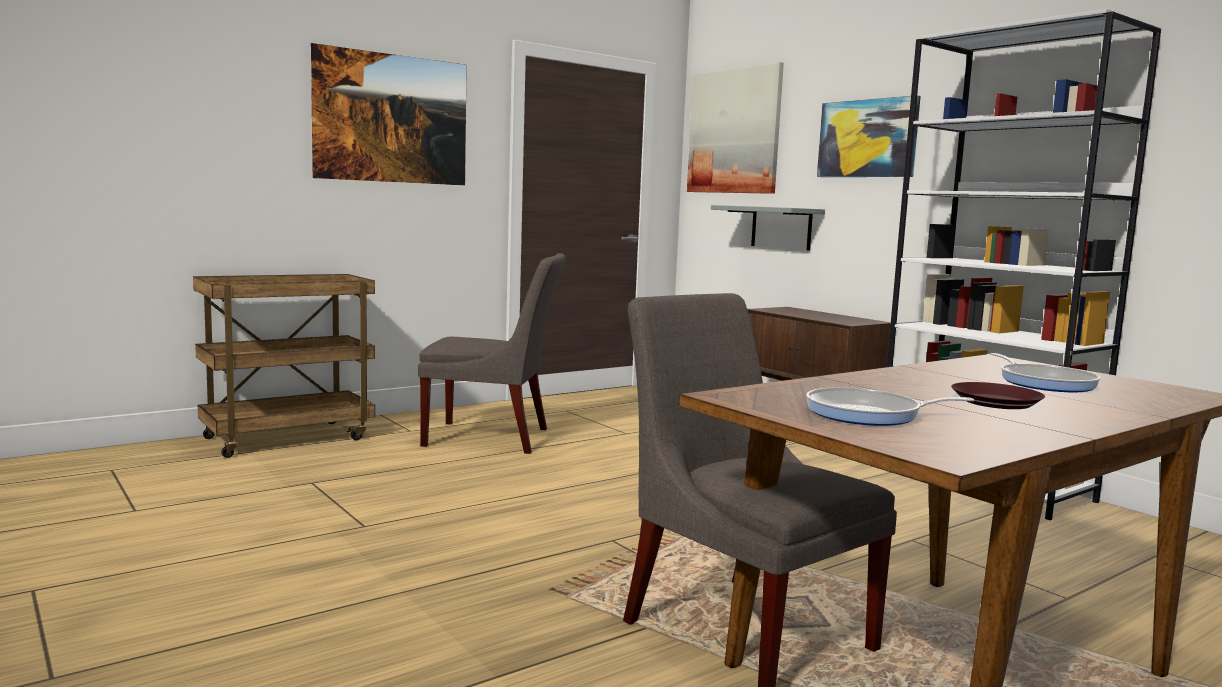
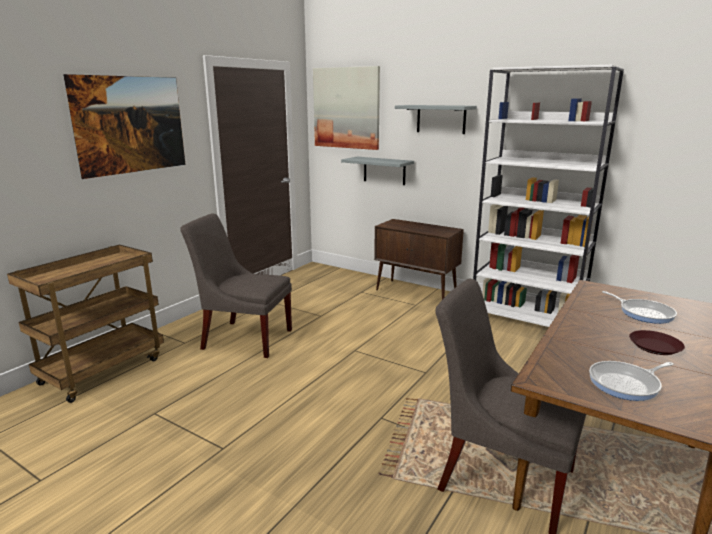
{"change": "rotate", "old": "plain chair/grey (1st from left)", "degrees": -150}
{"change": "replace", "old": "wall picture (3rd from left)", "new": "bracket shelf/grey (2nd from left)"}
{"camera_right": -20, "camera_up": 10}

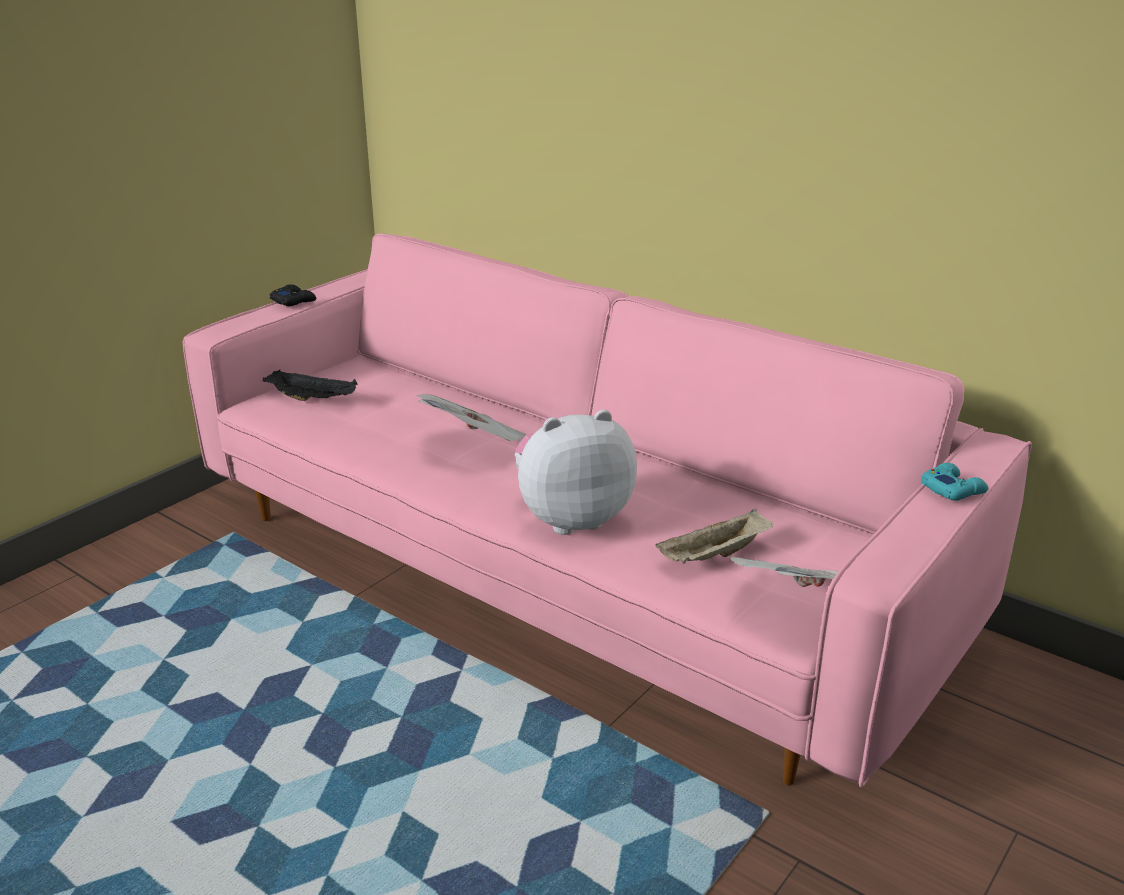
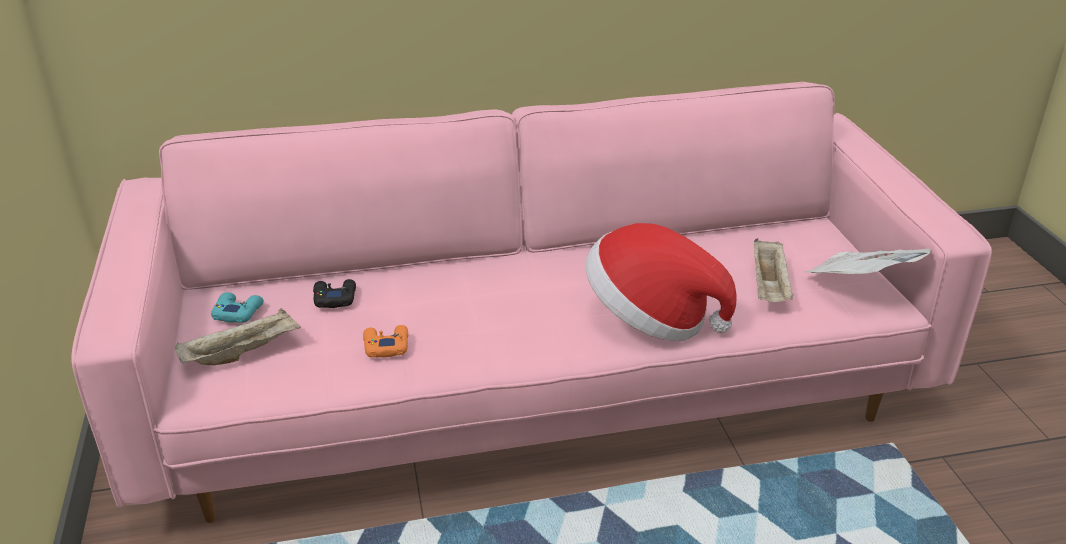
{"change": "recolor", "old": "carrying tray/blackish", "new": "carrying tray/sand-coloured (1st from left)"}
{"change": "move", "old": "joypad/blue-green"}
{"change": "move", "old": "joypad/blackish"}
{"change": "insert", "new": "joypad/orangey"}
{"change": "replace", "old": "cuddly toy", "new": "wearable hat"}
{"change": "delete", "old": "printed paper (1st from left)"}
{"camera_right": -50, "camera_up": 5}

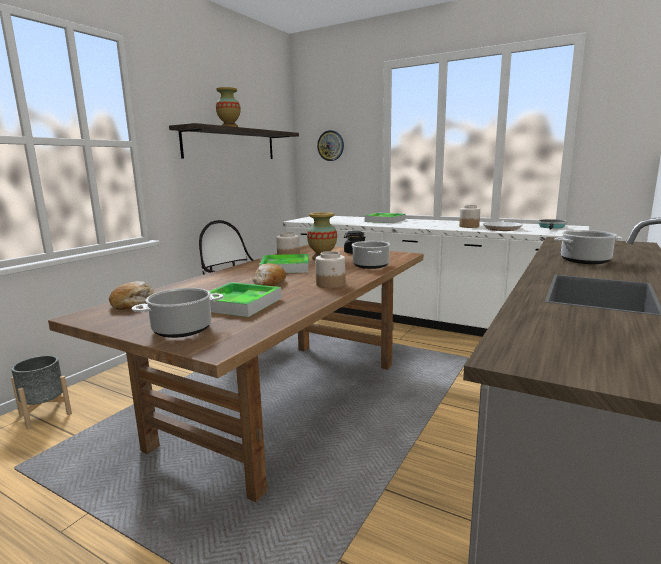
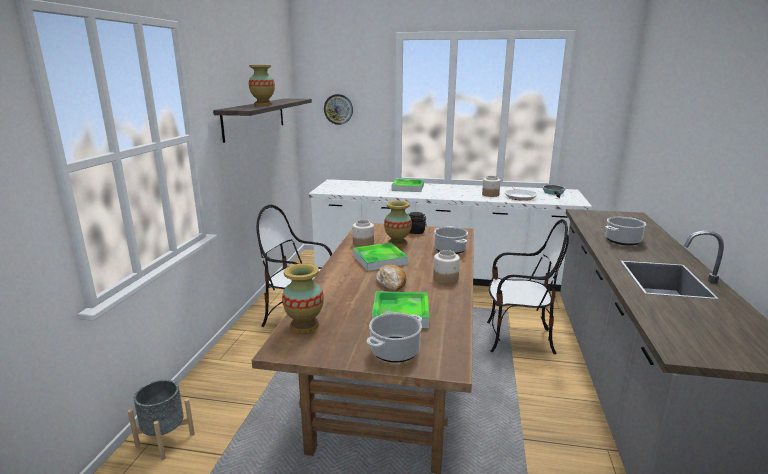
{"change": "replace", "old": "bakery bread (1st from left)", "new": "decorative vase (2nd from left)"}
{"change": "insert", "new": "plain chair (2nd from left)"}
{"camera_right": -20, "camera_up": 5}

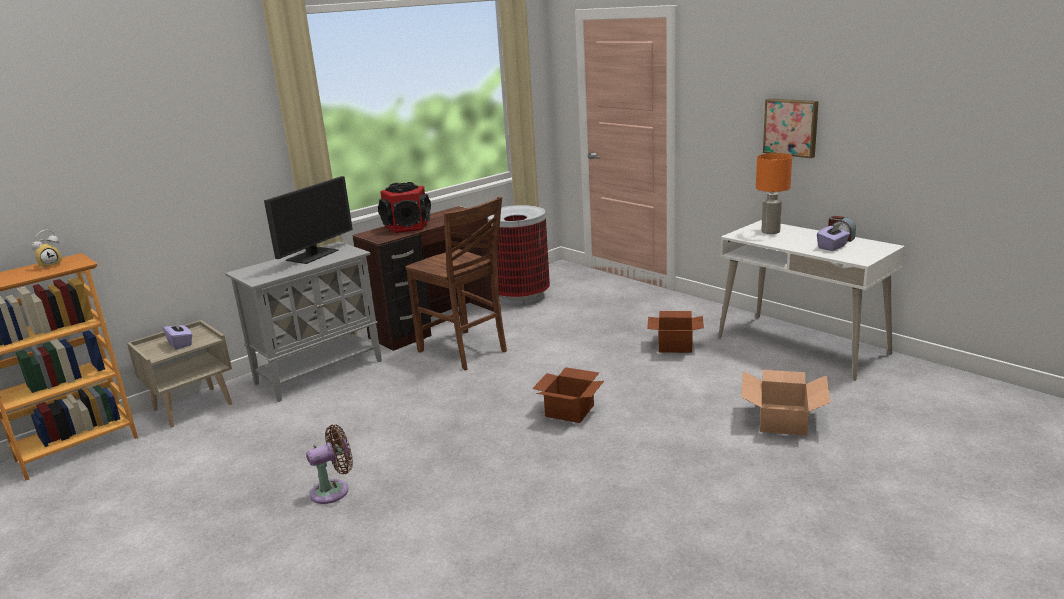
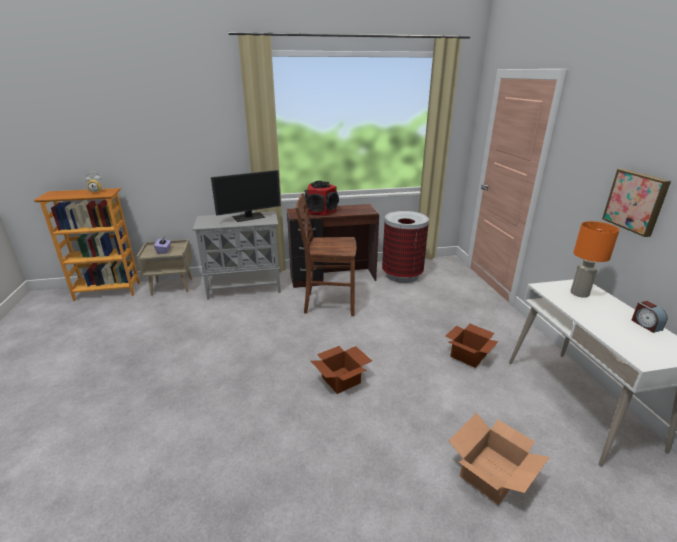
{"change": "rotate", "old": "plain chair/brown-coloured", "degrees": 105}
{"change": "delete", "old": "fan/brown-coloured"}
{"change": "delete", "old": "tissue holder/purple-coloured (2nd from left)"}
{"camera_right": 30, "camera_up": 5}

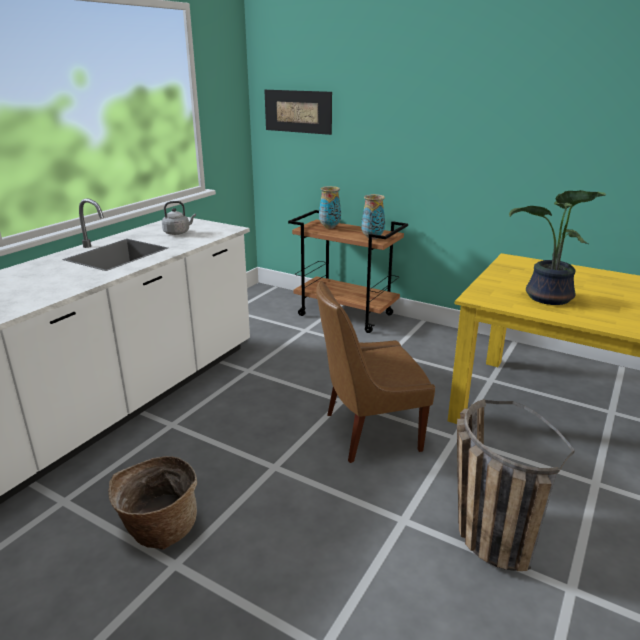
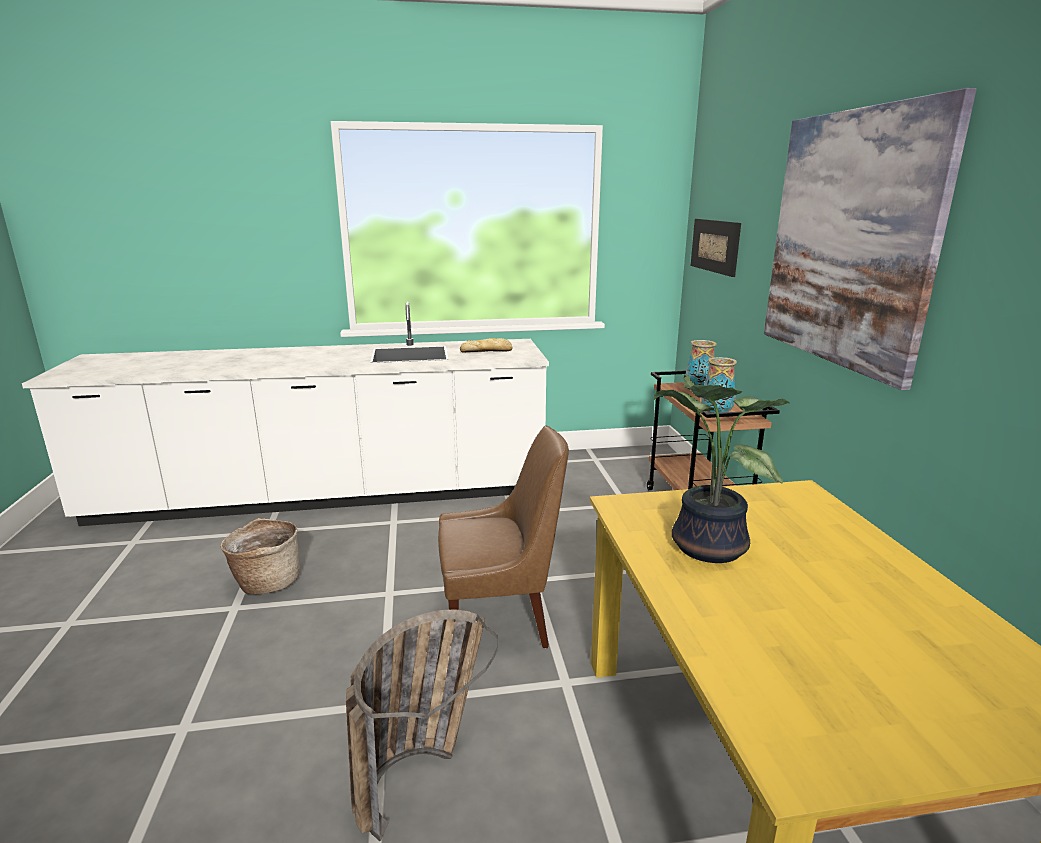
{"change": "rotate", "old": "plain chair/brown-coloured", "degrees": 135}
{"change": "replace", "old": "water kettle/grey", "new": "bakery bread"}
{"change": "insert", "new": "wall picture (2nd from left)"}
{"camera_right": 50, "camera_up": -5}

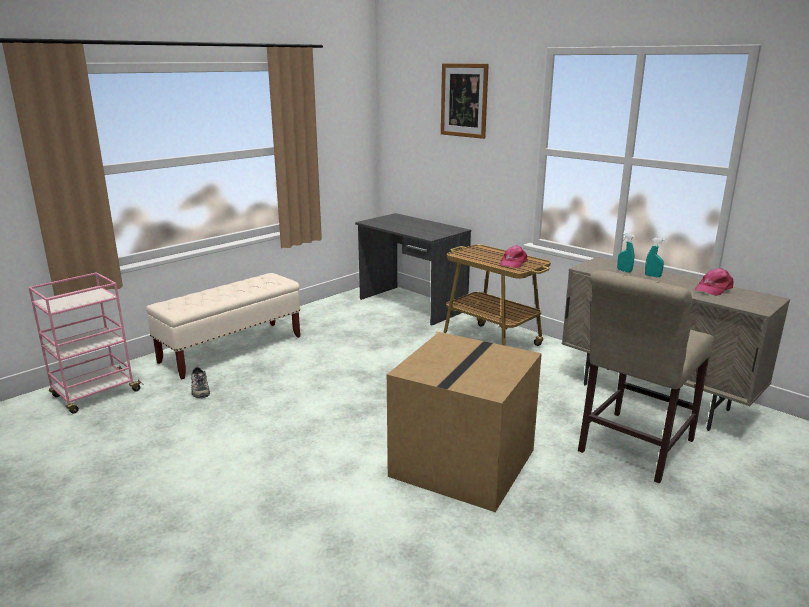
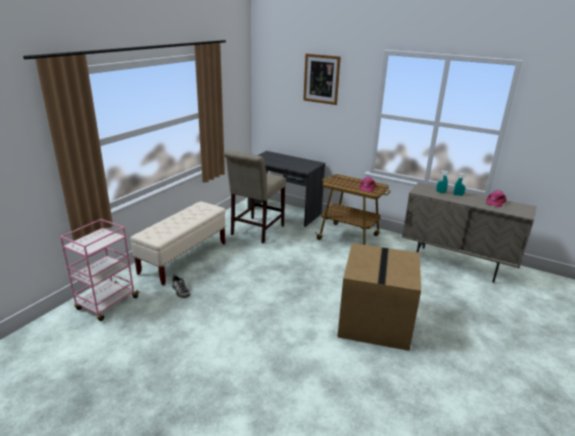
{"change": "move", "old": "plain chair/sand-coloured"}
{"camera_right": -15, "camera_up": 5}

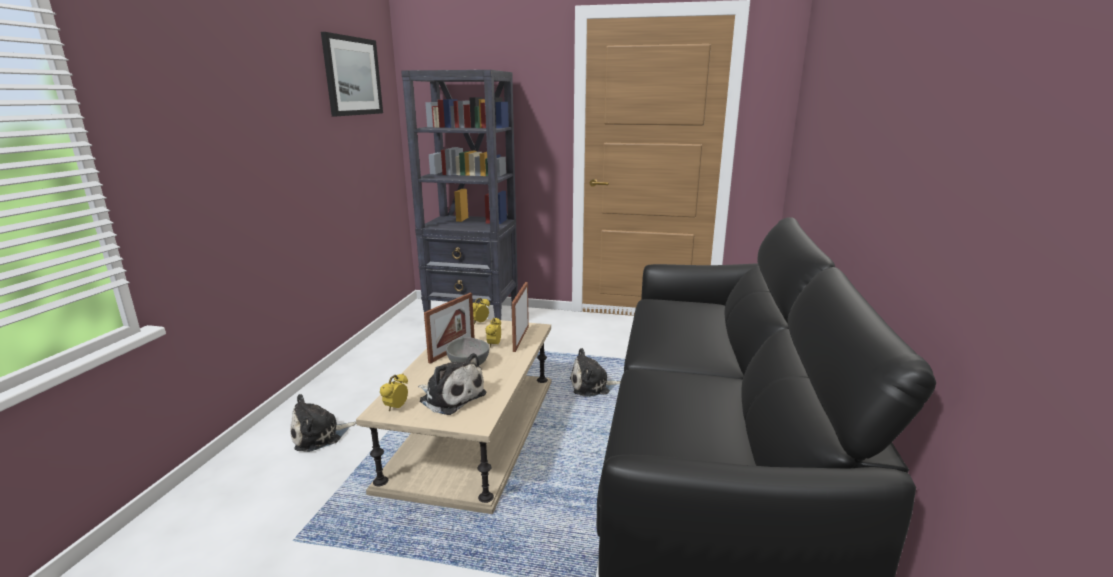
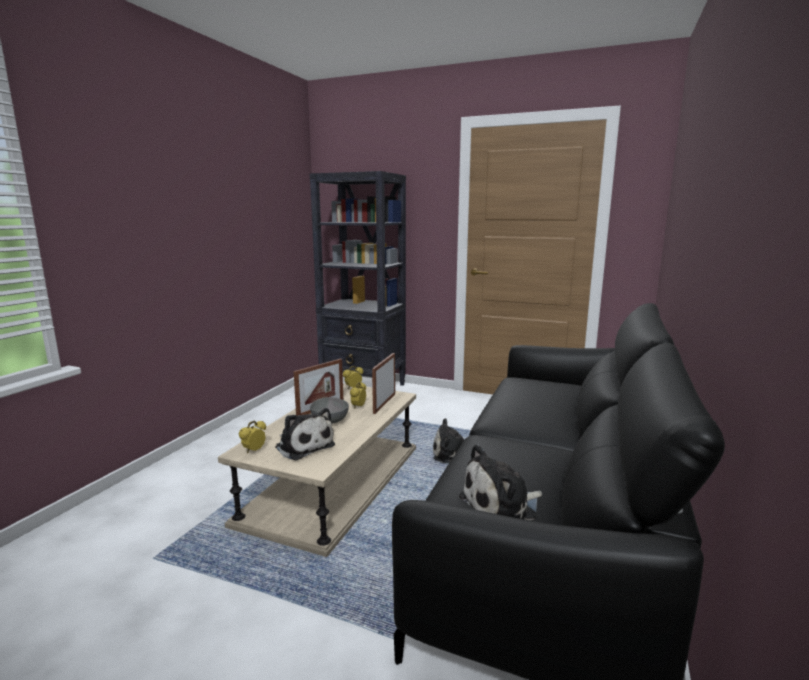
{"change": "move", "old": "cuddly toy (1st from left in the first image)", "new": "cuddly toy (3rd from left)"}
{"change": "delete", "old": "wall picture"}
{"camera_right": 10, "camera_up": -5}

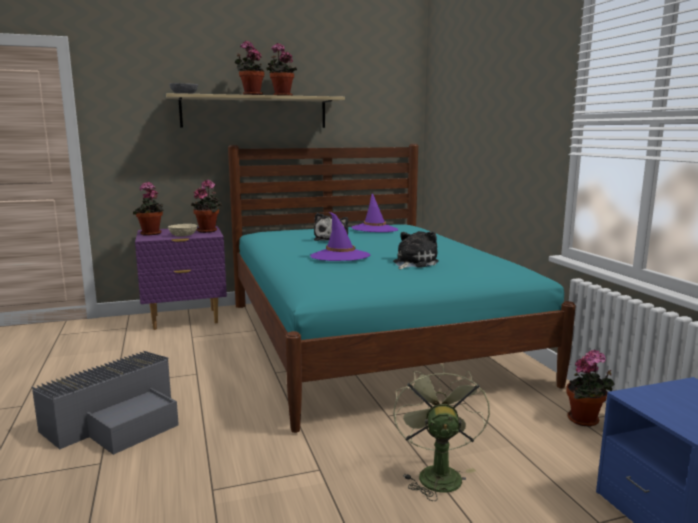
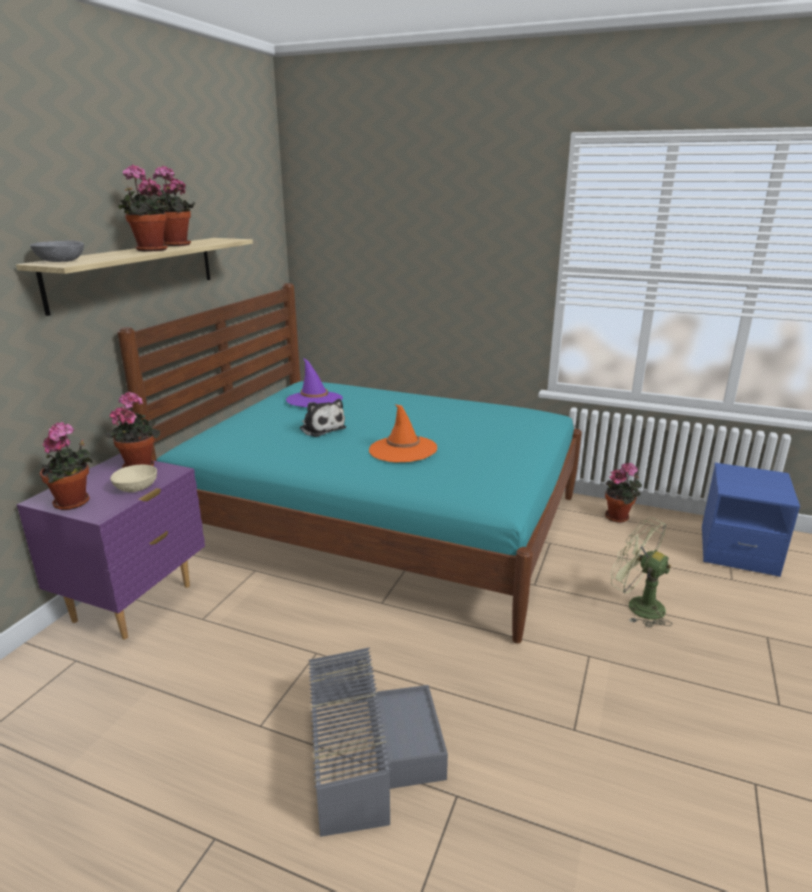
{"change": "recolor", "old": "wearable hat/purple-coloured (1st from left)", "new": "wearable hat/orangey"}
{"change": "delete", "old": "cuddly toy (2nd from left)"}
{"camera_right": -50, "camera_up": 10}

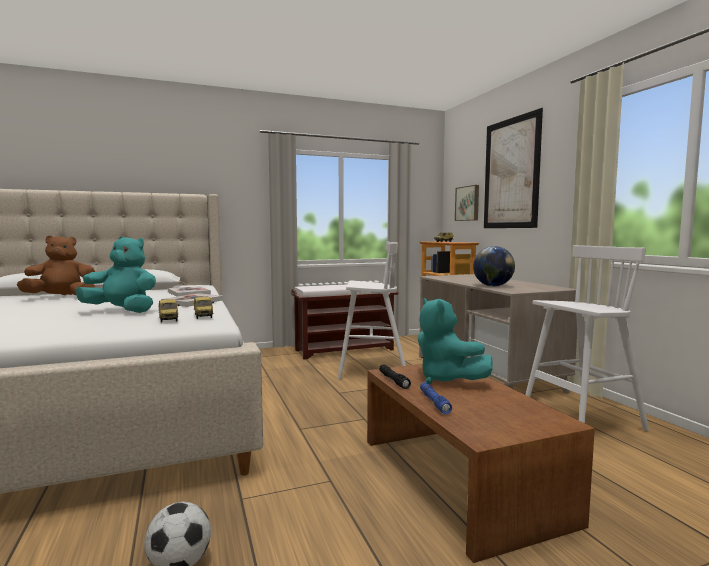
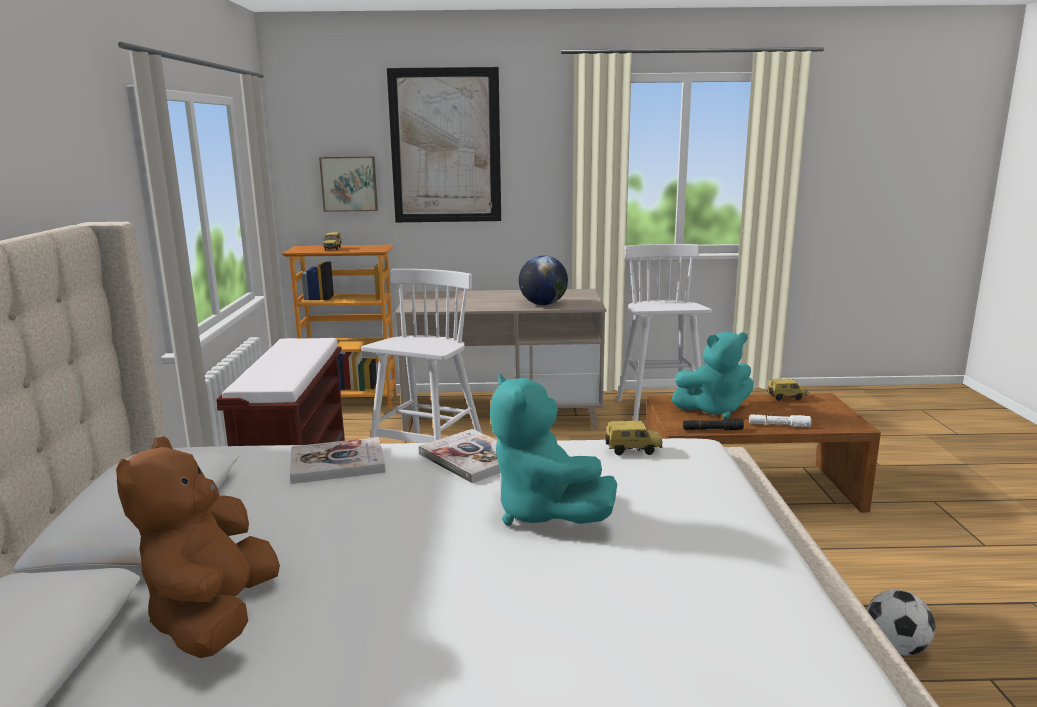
{"change": "rotate", "old": "cuddly toy/blue-green (1st from left)", "degrees": -60}
{"change": "recolor", "old": "flashlight/blue-coloured", "new": "flashlight/whitish"}
{"change": "move", "old": "miniature car (1st from left in the first image)", "new": "miniature car (3rd from left)"}
{"camera_right": -70, "camera_up": 10}

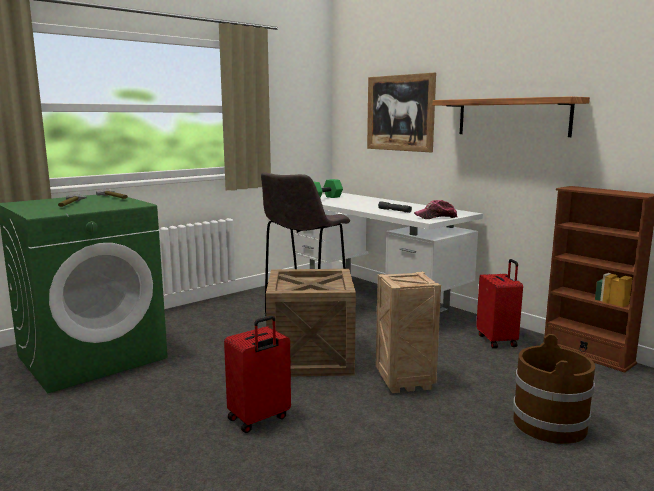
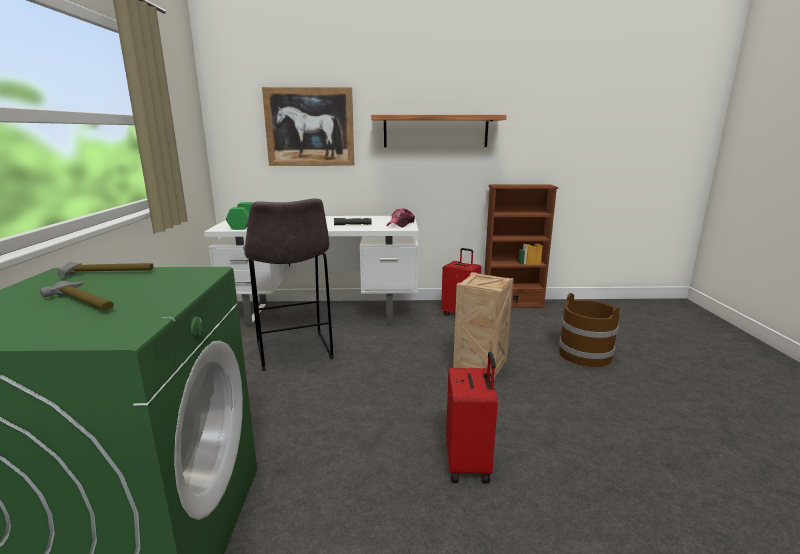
{"change": "delete", "old": "crate (1st from left)"}
{"camera_right": -50, "camera_up": 5}

